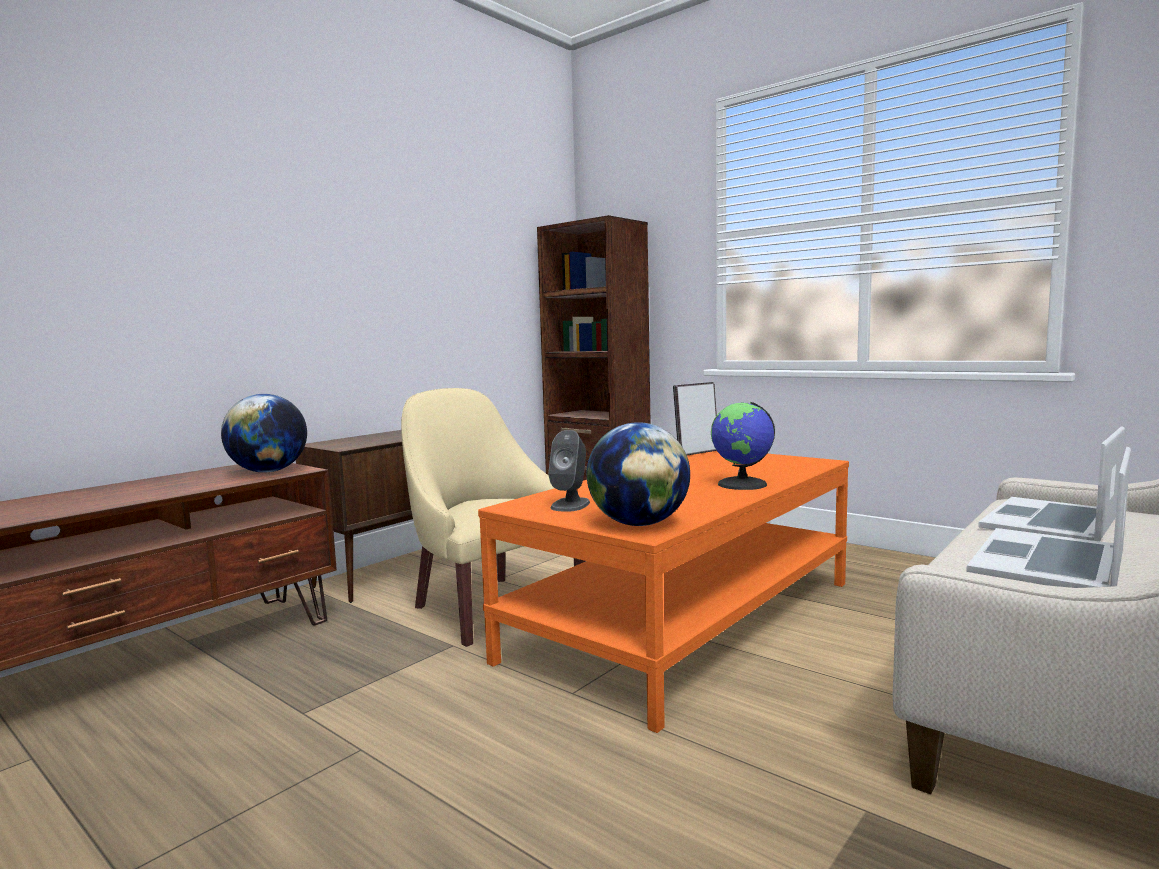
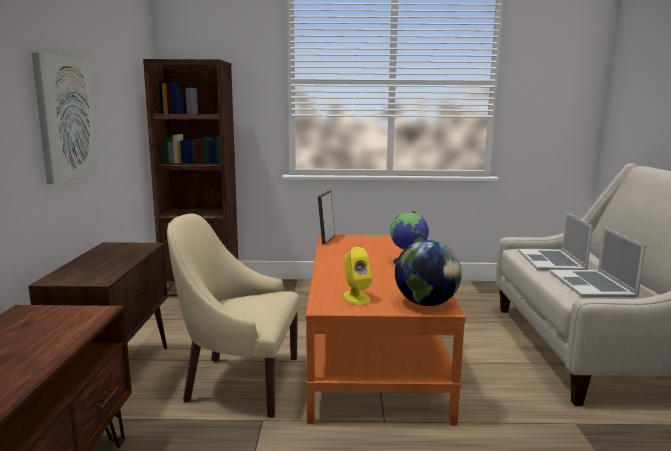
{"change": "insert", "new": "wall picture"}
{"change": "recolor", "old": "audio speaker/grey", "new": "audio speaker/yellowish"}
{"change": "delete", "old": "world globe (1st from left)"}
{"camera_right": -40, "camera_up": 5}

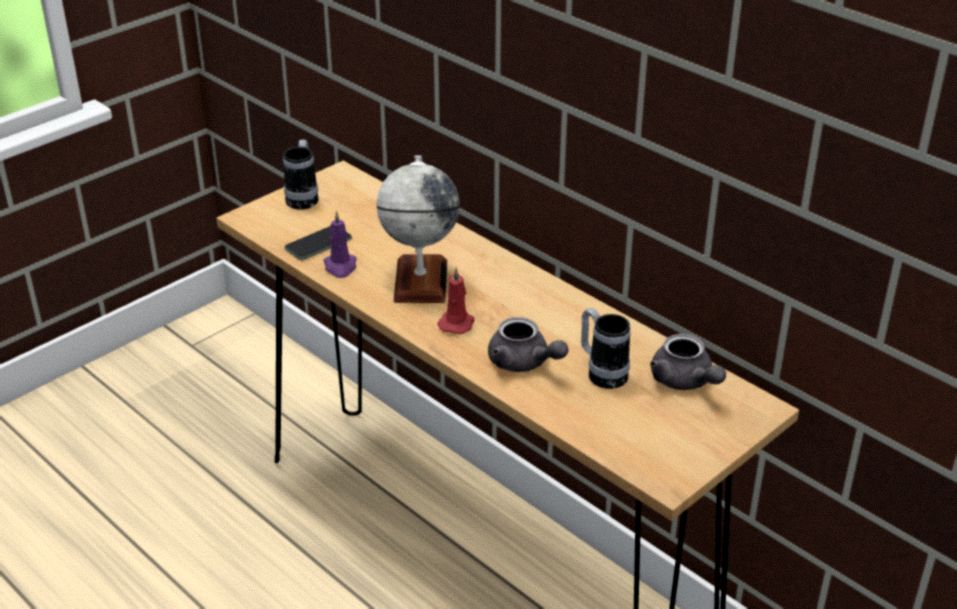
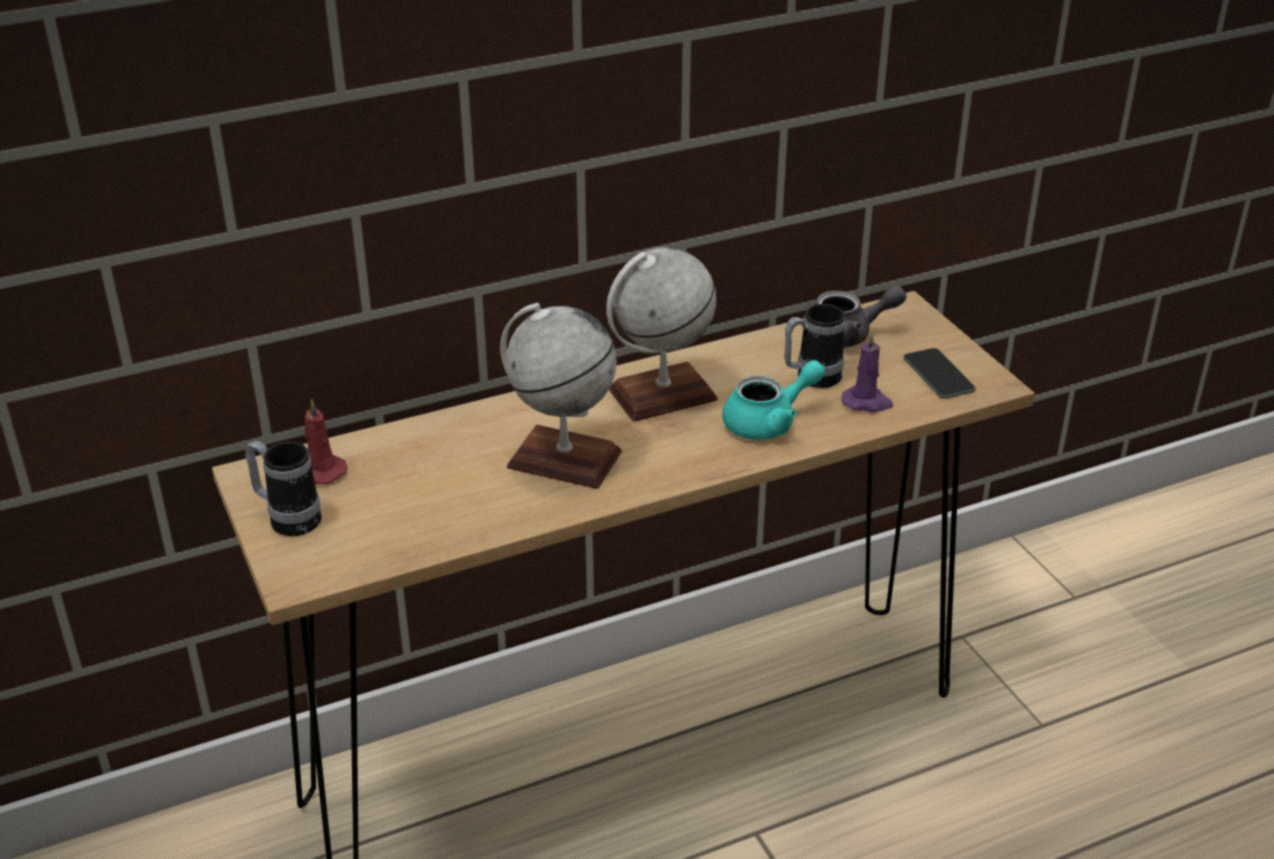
{"change": "move", "old": "wax candle/red"}
{"change": "insert", "new": "world globe (2nd from left)"}
{"change": "recolor", "old": "teapot/grey (1st from left)", "new": "teapot/blue-green"}
{"change": "move", "old": "wax candle/purple-coloured"}
{"change": "move", "old": "telephone"}
{"camera_right": -70, "camera_up": 0}

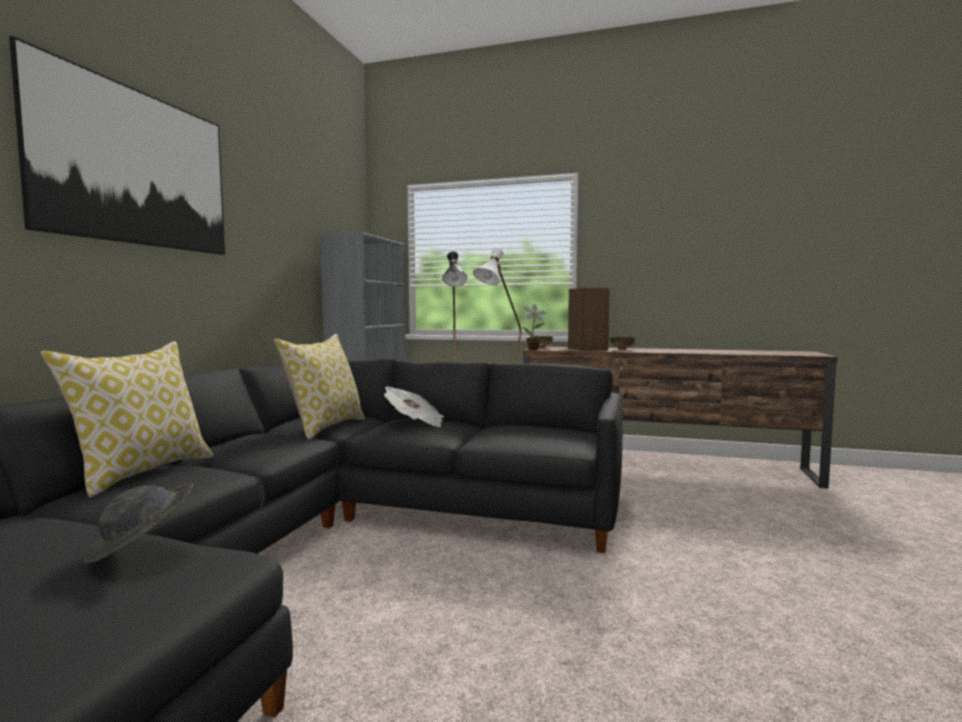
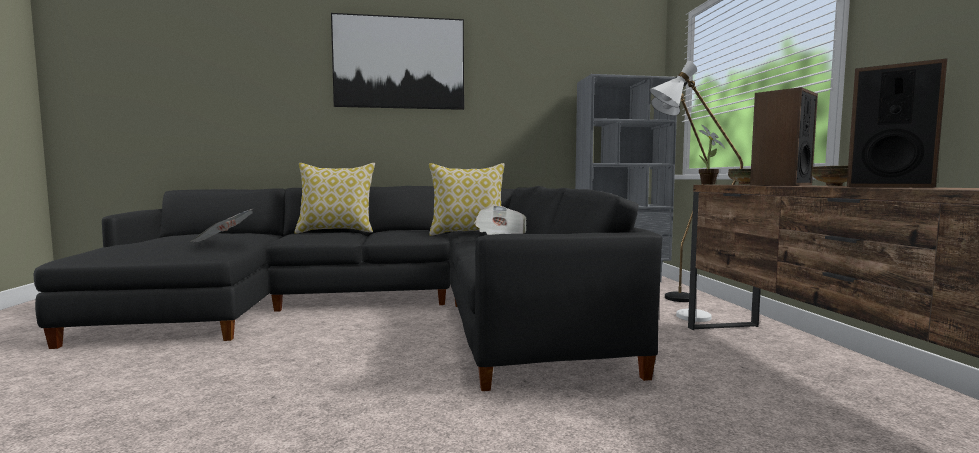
{"change": "replace", "old": "wearable hat/grey", "new": "printed paper (1st from left)"}
{"change": "insert", "new": "audio speaker (2nd from left)"}
{"camera_right": 65, "camera_up": 0}

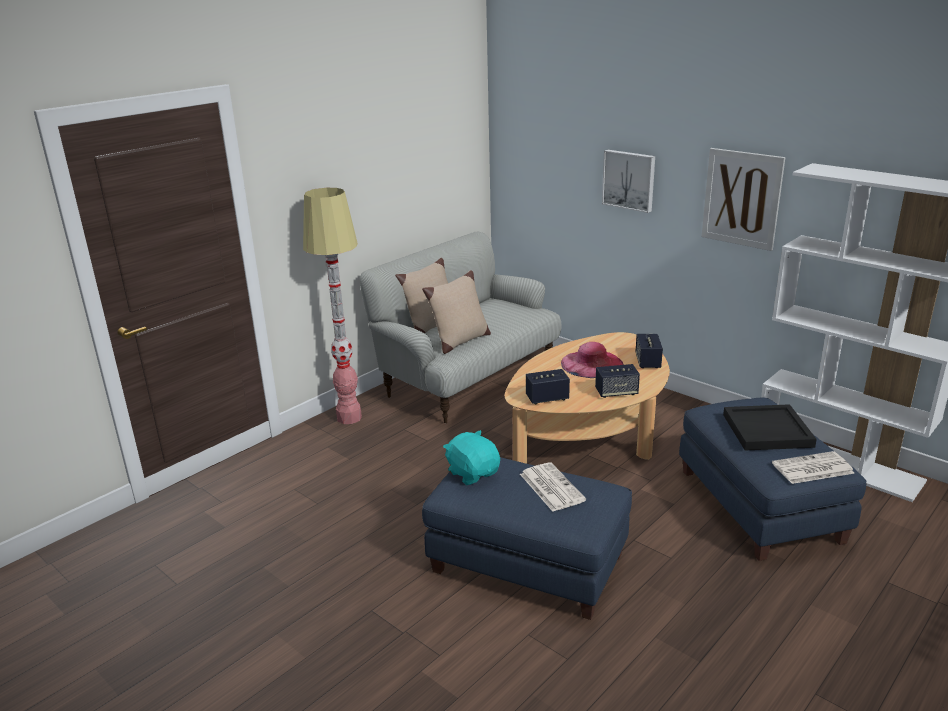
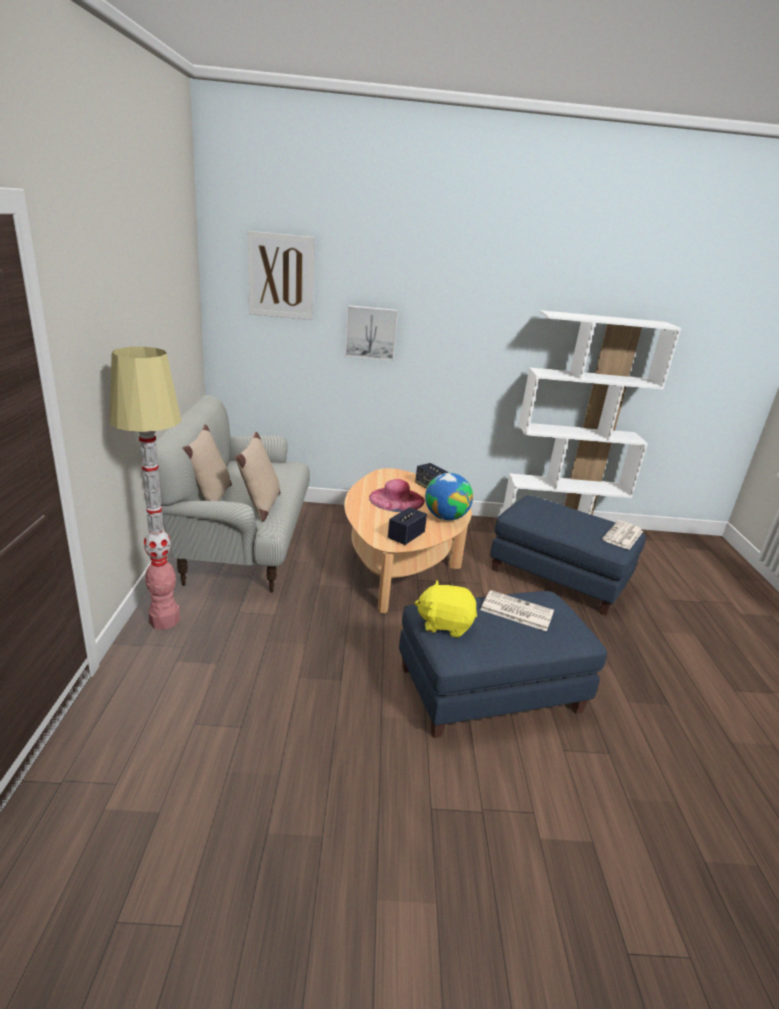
{"change": "move", "old": "wall picture (2nd from left in the first image)", "new": "wall picture (1st from left)"}
{"change": "recolor", "old": "cuddly toy/blue-green", "new": "cuddly toy/yellowish"}
{"change": "replace", "old": "audio speaker (2nd from left)", "new": "world globe"}
{"change": "delete", "old": "carrying tray/blackish"}
{"camera_right": -45, "camera_up": 0}

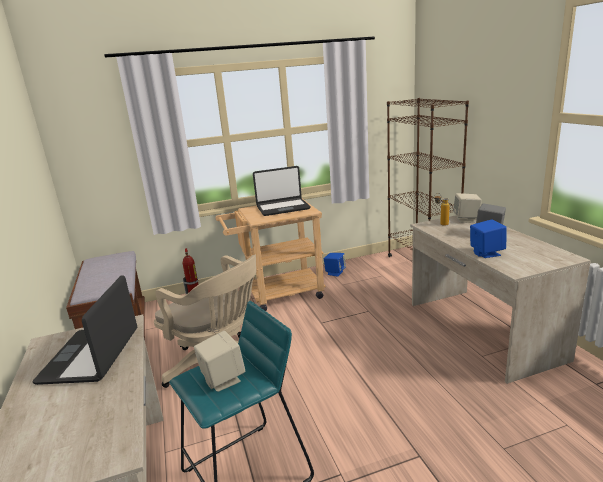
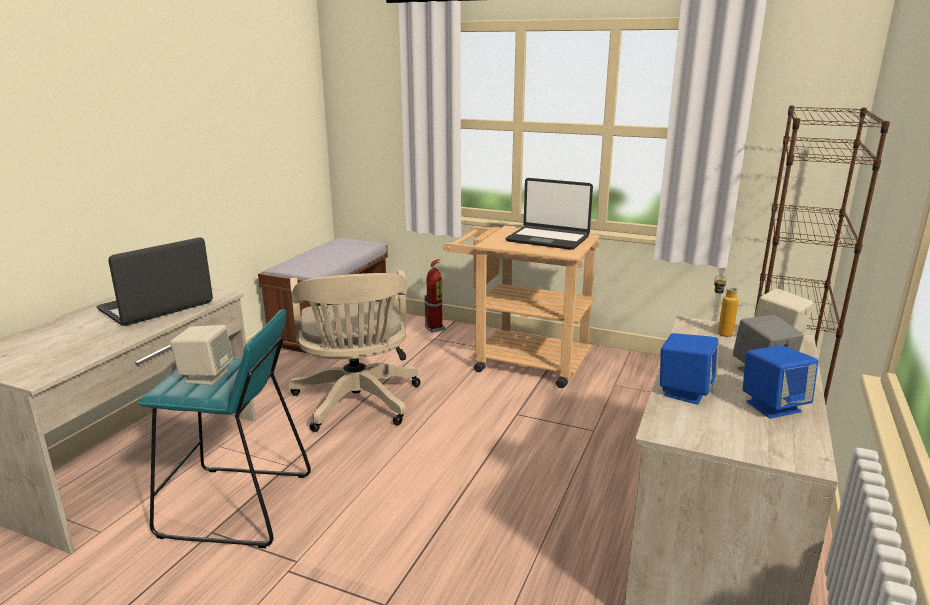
{"change": "move", "old": "audio speaker/blue-coloured (1st from left in the first image)", "new": "audio speaker/blue-coloured (2nd from left)"}
{"camera_right": 40, "camera_up": 0}

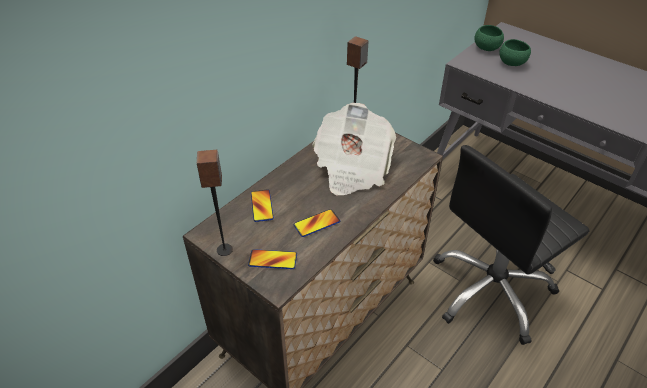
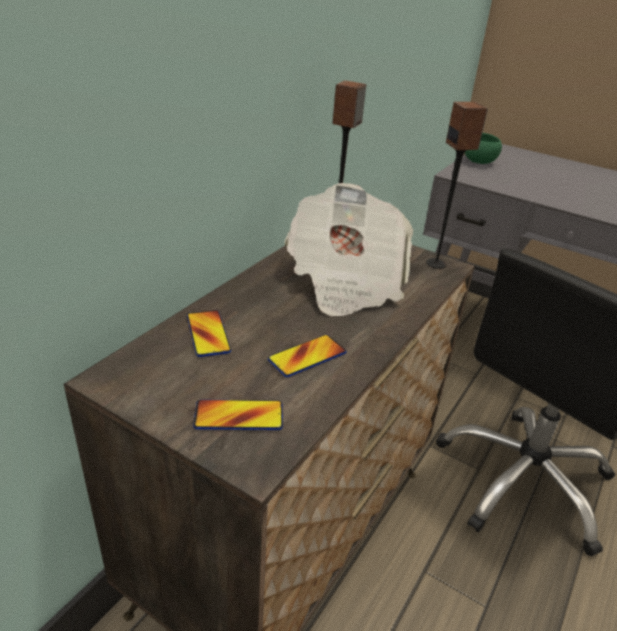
{"change": "move", "old": "audio speaker (1st from left in the first image)", "new": "audio speaker (2nd from left)"}
{"change": "delete", "old": "serving bowl/green (2nd from left)"}
{"camera_right": -10, "camera_up": -10}

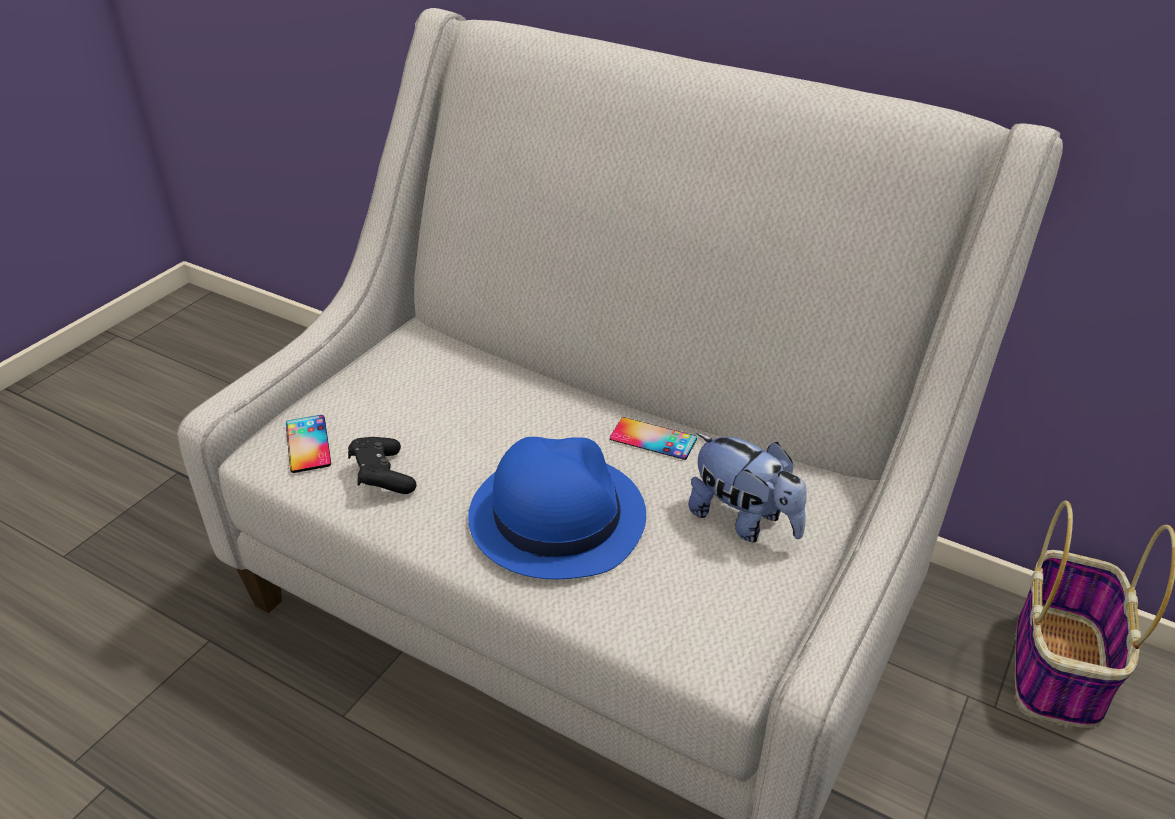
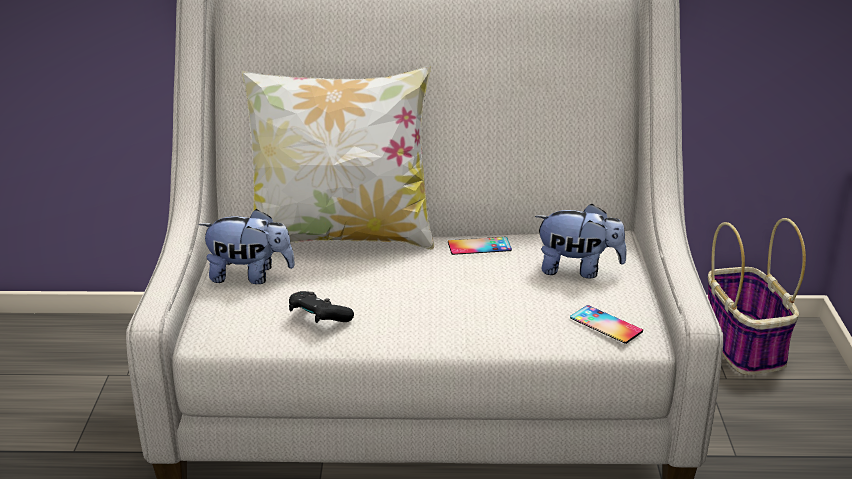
{"change": "insert", "new": "cuddly toy (1st from left)"}
{"change": "insert", "new": "throw pillow"}
{"change": "move", "old": "telephone (1st from left in the first image)", "new": "telephone (2nd from left)"}
{"change": "delete", "old": "wearable hat/blue-coloured"}
{"camera_right": -30, "camera_up": -10}

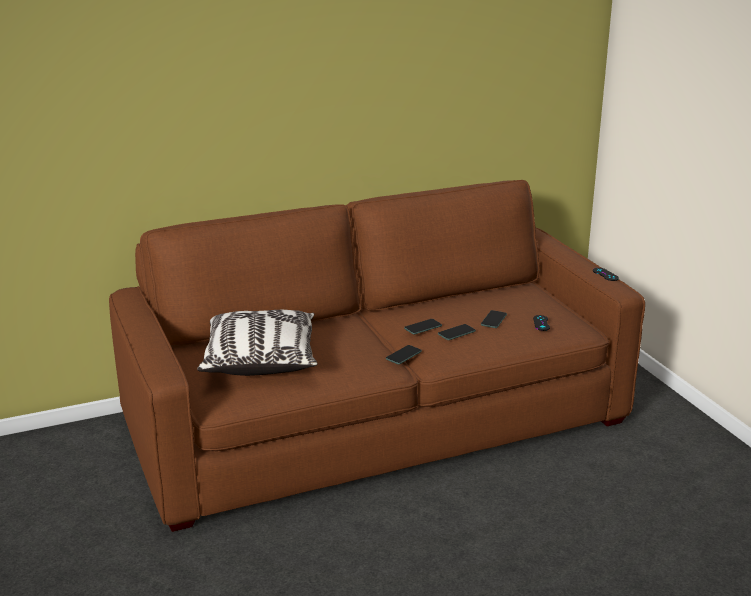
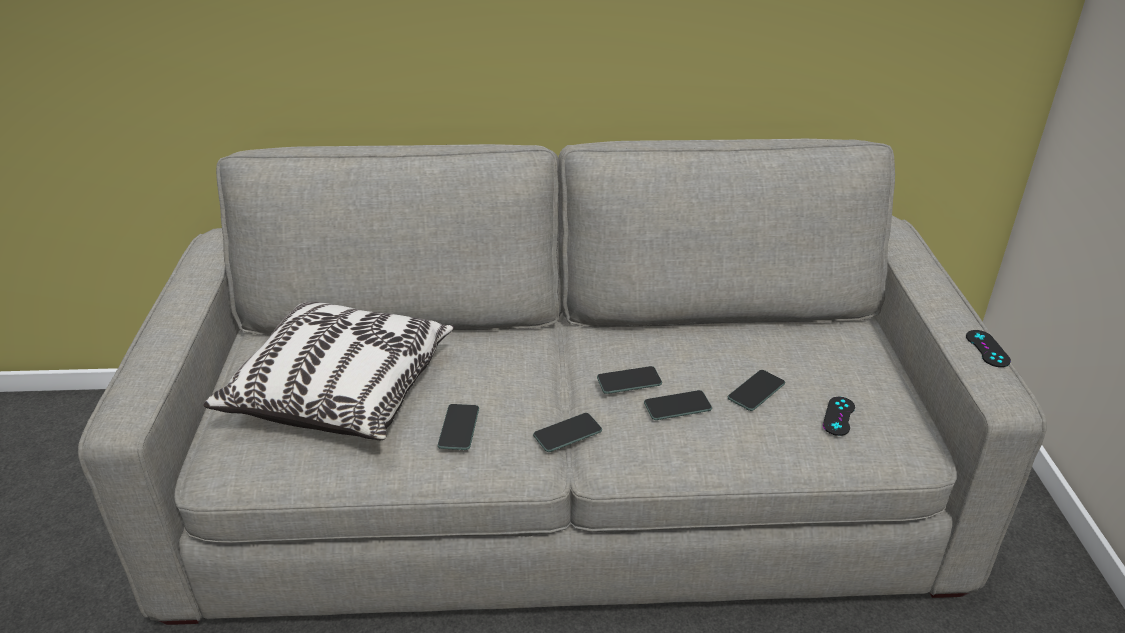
{"change": "recolor", "old": "couch/brown-coloured", "new": "couch/grey"}
{"change": "insert", "new": "telephone (1st from left)"}
{"camera_right": 20, "camera_up": 10}

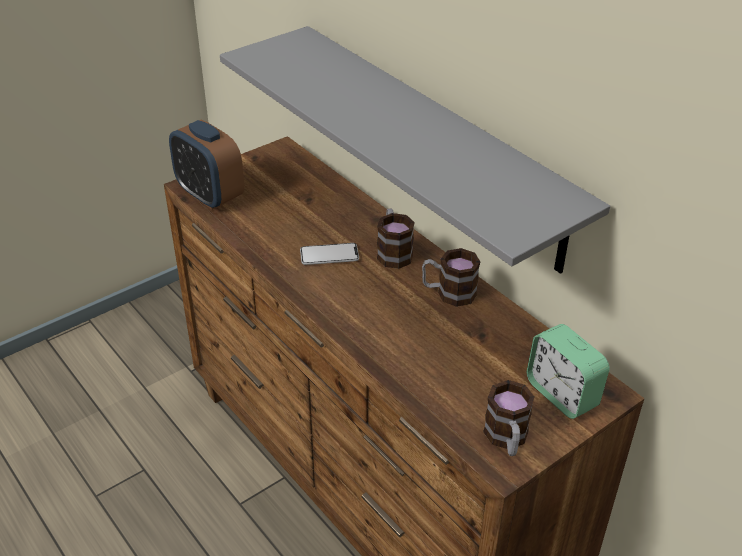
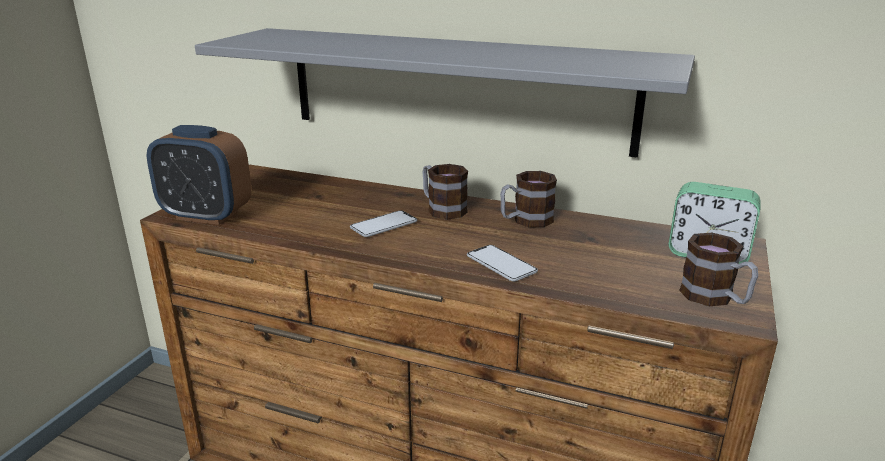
{"change": "insert", "new": "telephone (2nd from left)"}
{"camera_right": -30, "camera_up": -15}

